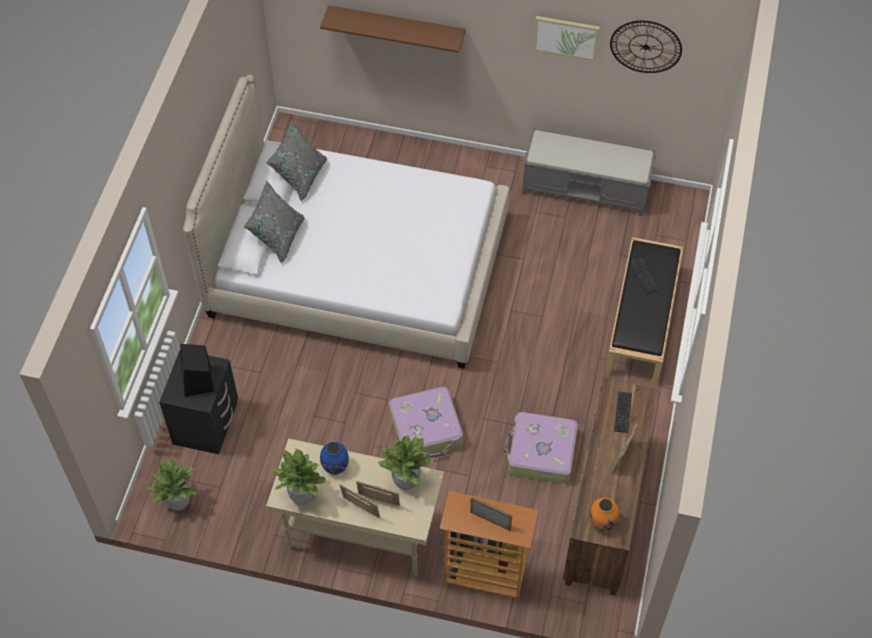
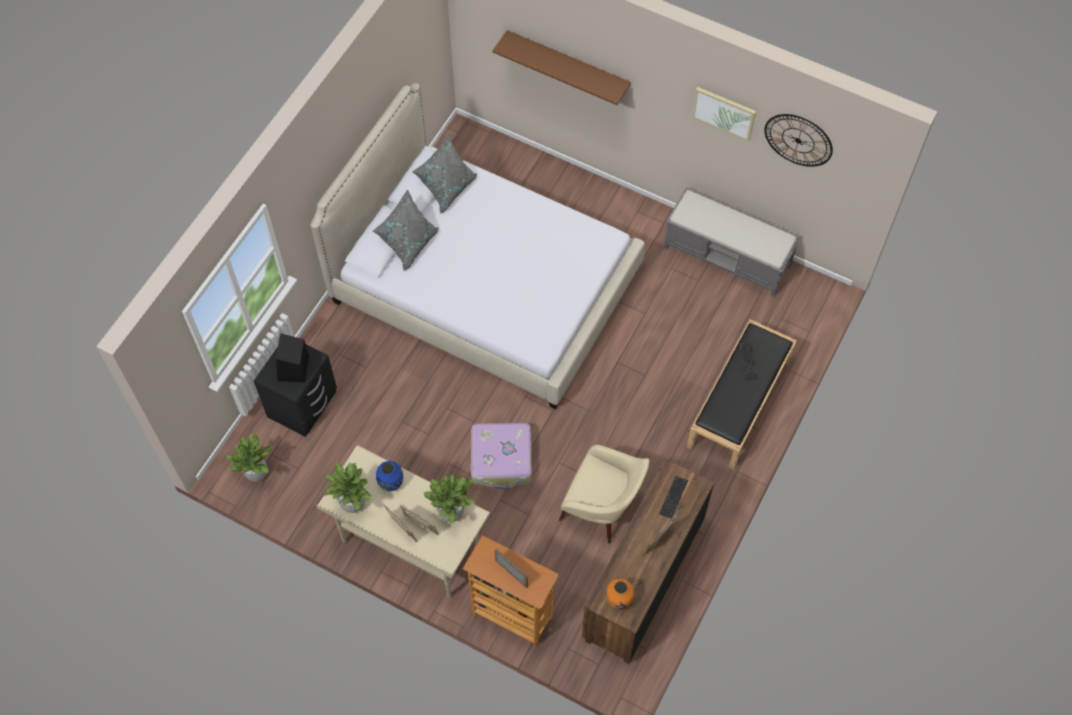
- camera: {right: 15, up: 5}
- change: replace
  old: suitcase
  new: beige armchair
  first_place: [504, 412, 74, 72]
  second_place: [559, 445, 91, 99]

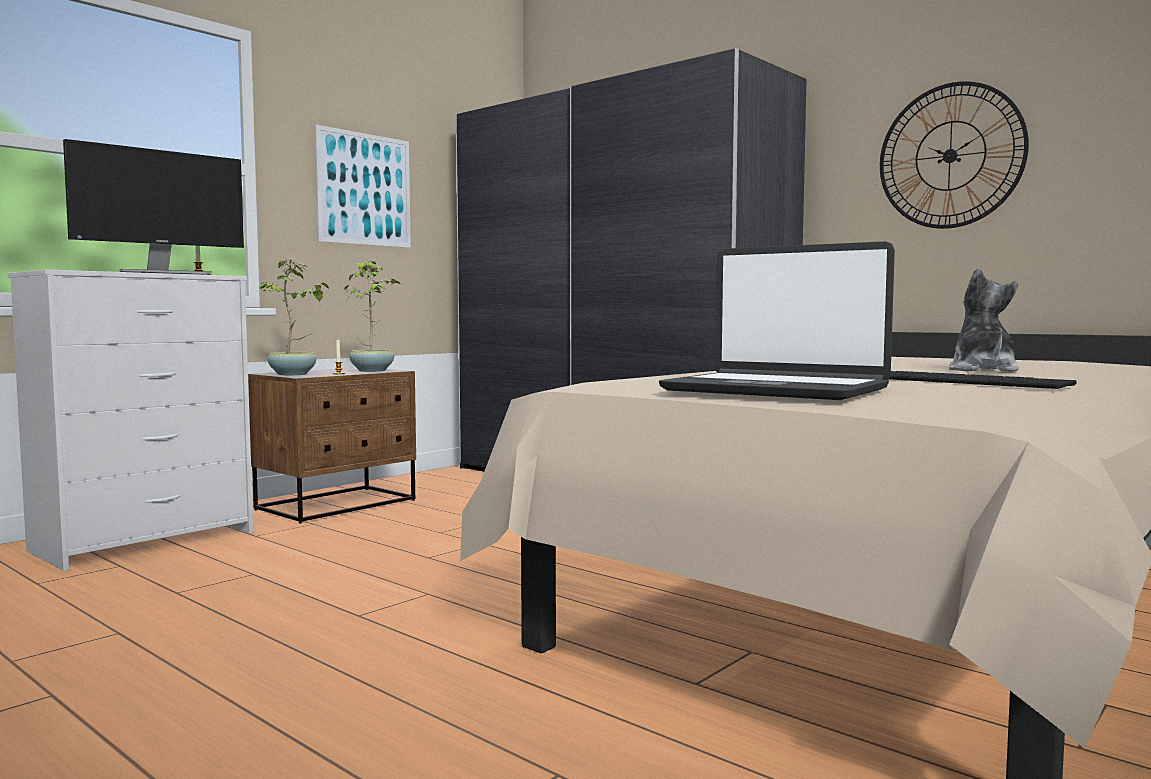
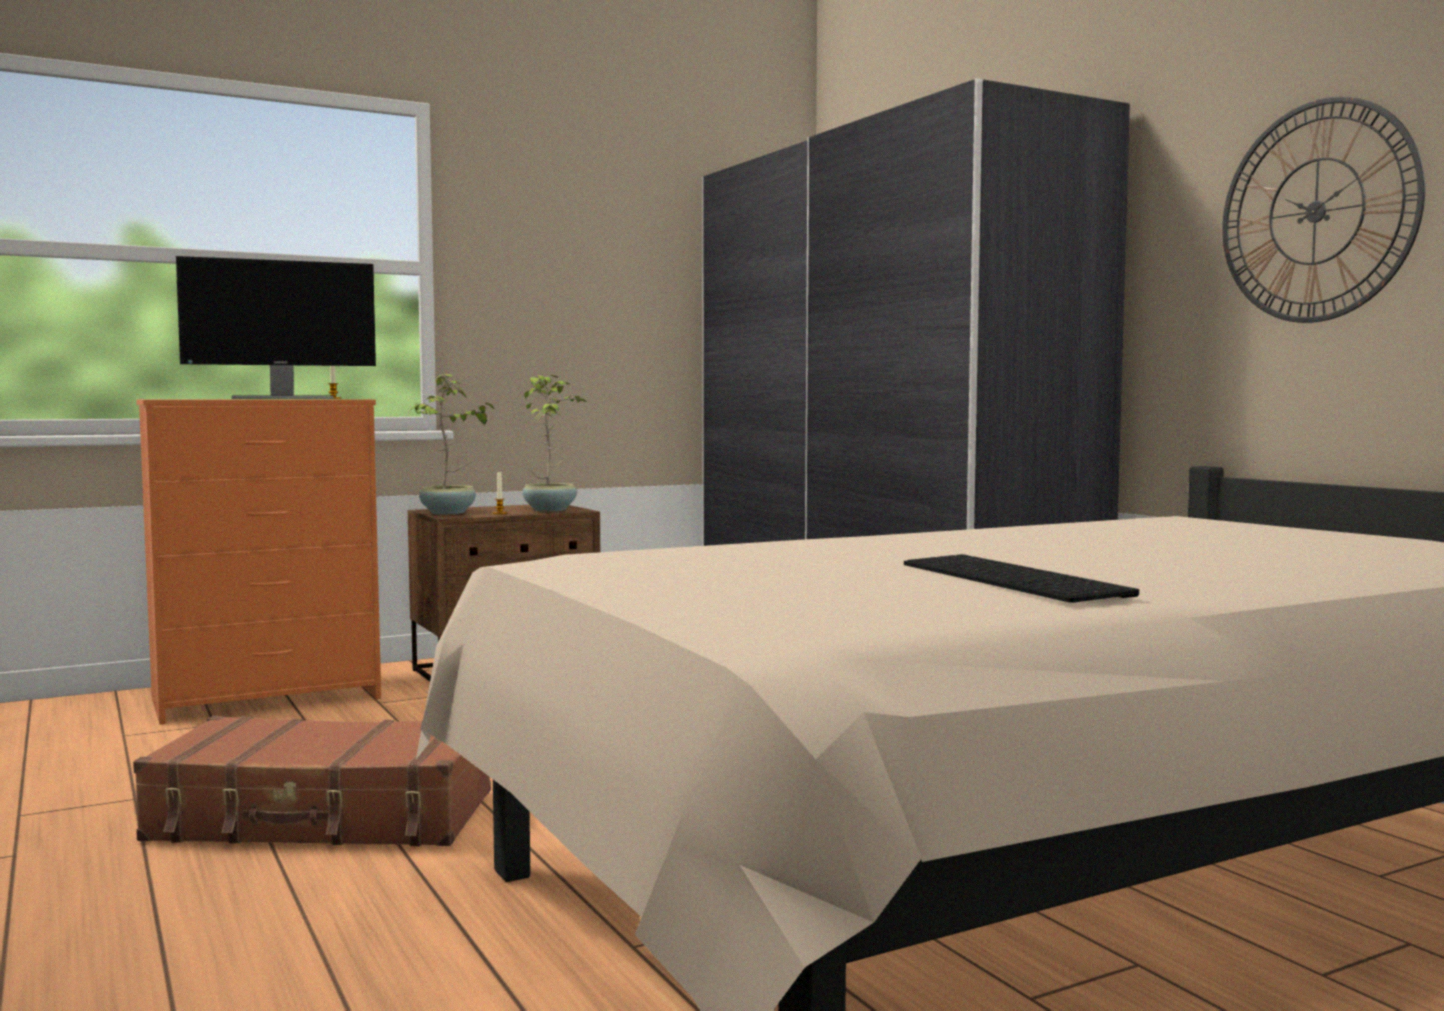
- camera: {right: 20, up: 0}
- change: recolor
  old: white dresser
  new: orange dresser
  first_place: [8, 269, 245, 302]
  second_place: [137, 400, 244, 325]
- change: delete
  old: picture
  first_place: [315, 125, 96, 123]
- change: delete
  old: laptop
  first_place: [659, 241, 236, 159]
- change: delete
  old: plush toy
  first_place: [949, 268, 70, 104]
- change: insert
  new: brown suitcase
  second_place: [133, 716, 358, 130]

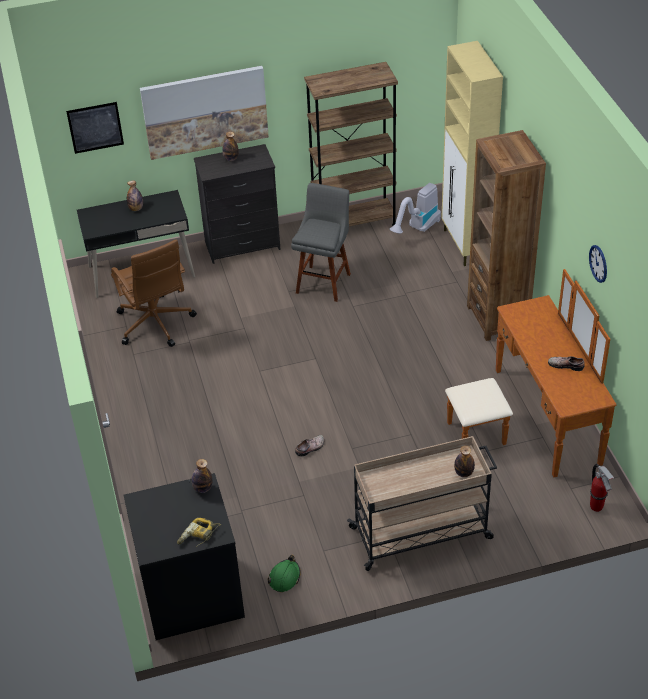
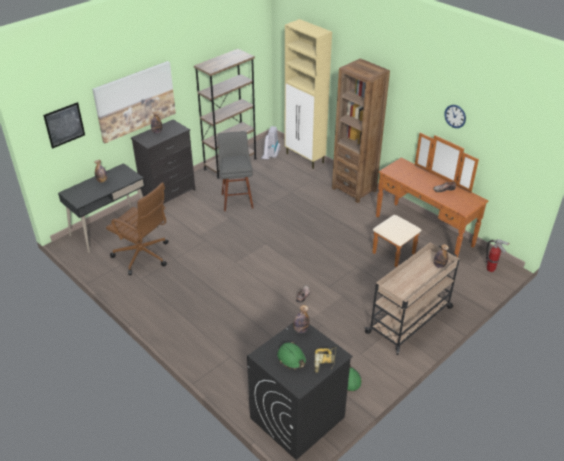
- camera: {right: -30, up: -5}
- change: insert
  new: green hard hat
  second_place: [277, 342, 30, 27]

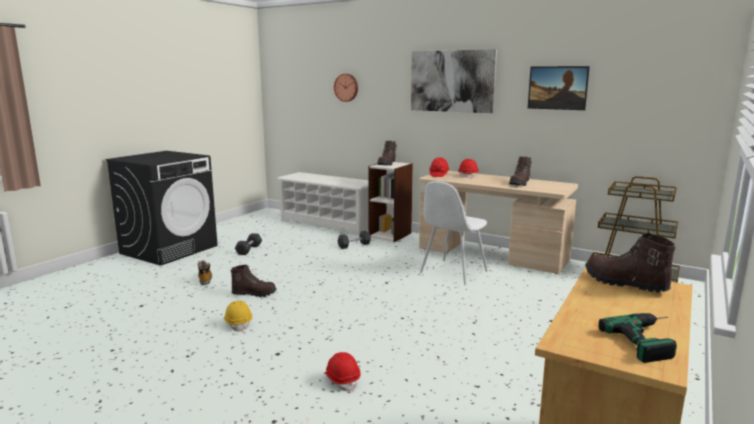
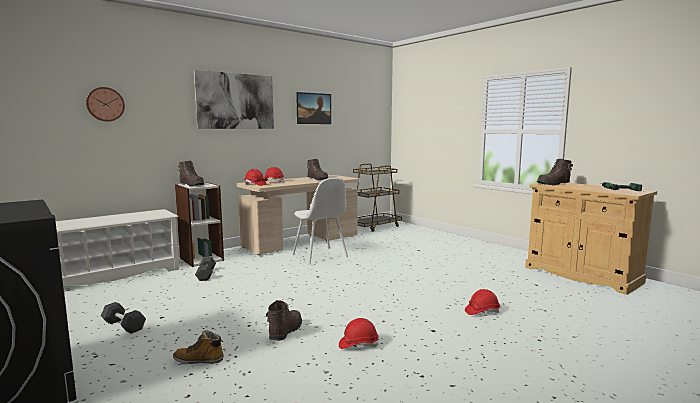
- camera: {right: -70, up: -5}
- change: recolor
  old: yellow hard hat
  new: red hard hat
  first_place: [224, 301, 28, 31]
  second_place: [339, 318, 40, 31]

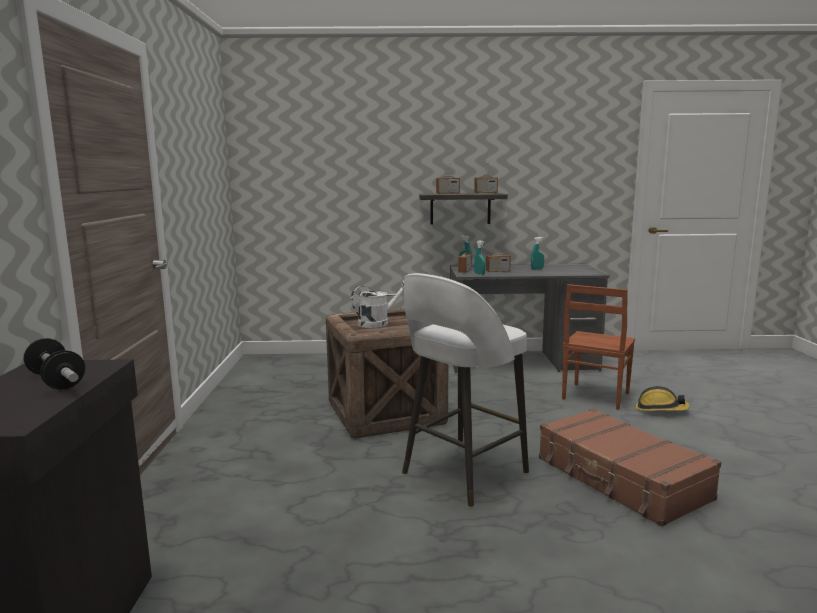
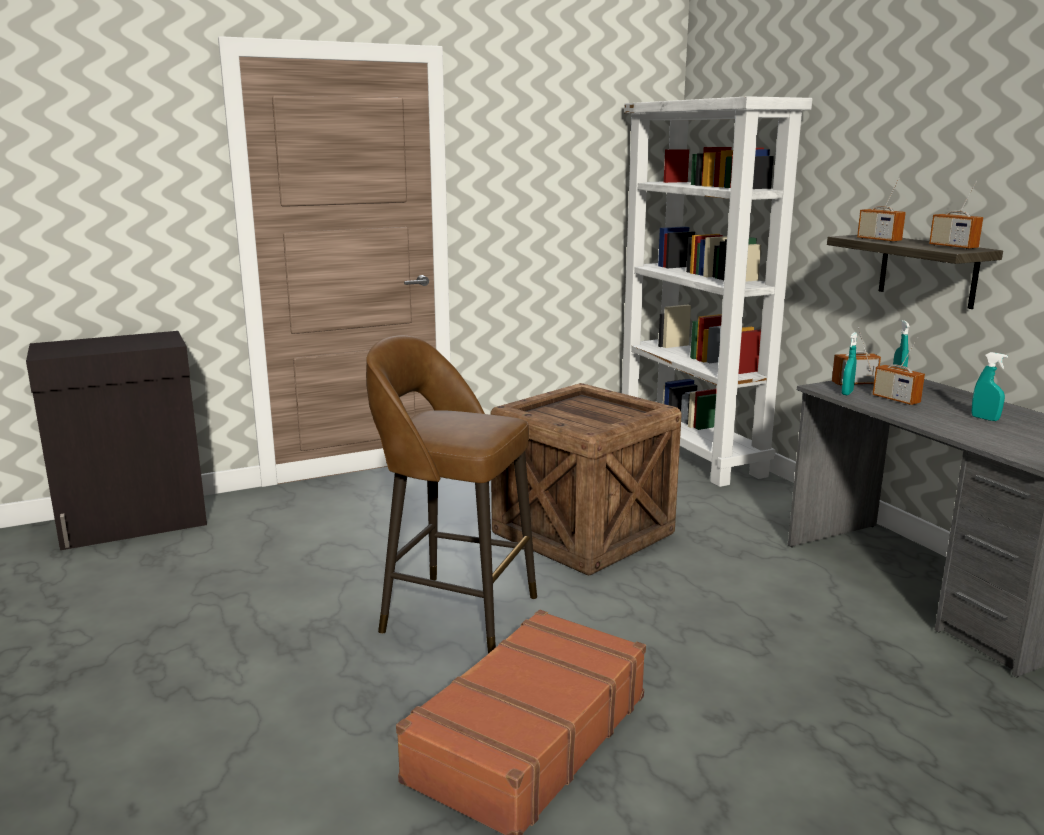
- camera: {right: 65, up: 5}
- change: delete
  old: dumbbell
  first_place: [24, 338, 61, 52]
- change: delete
  old: white watering can
  first_place: [351, 280, 53, 48]
- change: recolor
  old: white stool
  new: brown stool
  first_place: [402, 273, 127, 234]
  second_place: [366, 336, 171, 318]
- change: delete
  old: brown chair
  first_place: [562, 284, 73, 126]
- change: delete
  old: hard hat
  first_place: [636, 386, 54, 25]
- change: insert
  new: white bookcase
  second_place: [622, 96, 191, 391]

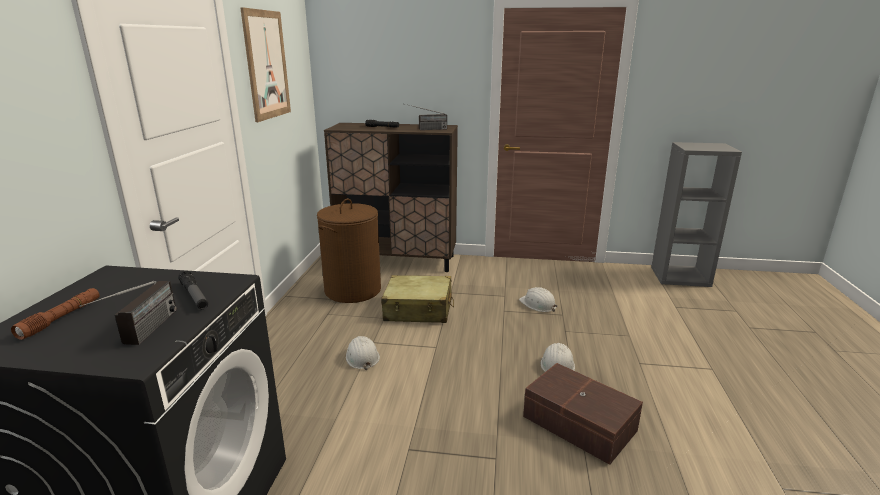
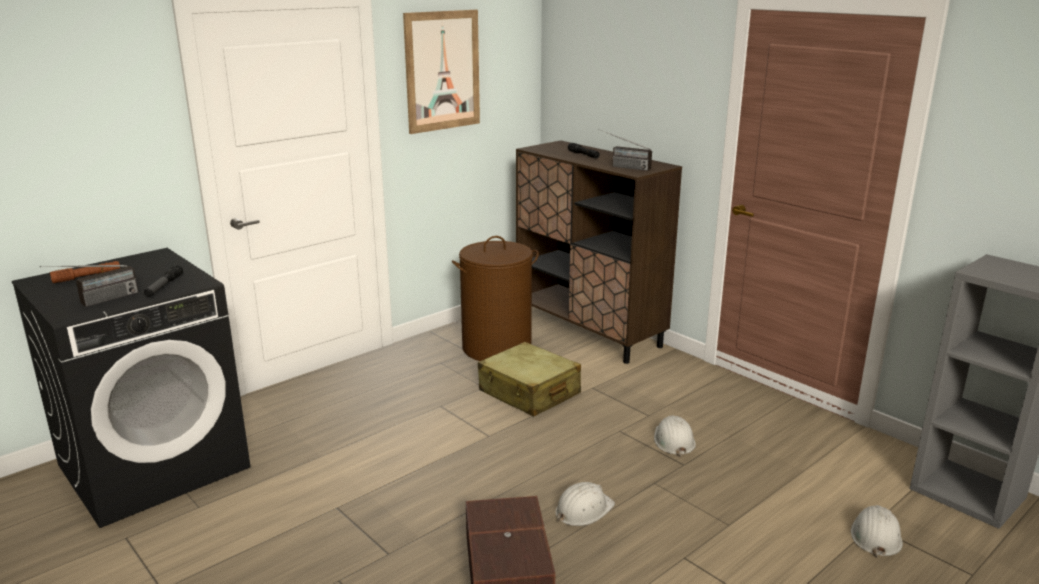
- camera: {right: 40, up: 0}
- change: move
  old: white hard hat
  first_place: [346, 336, 34, 34]
  second_place: [851, 505, 52, 53]

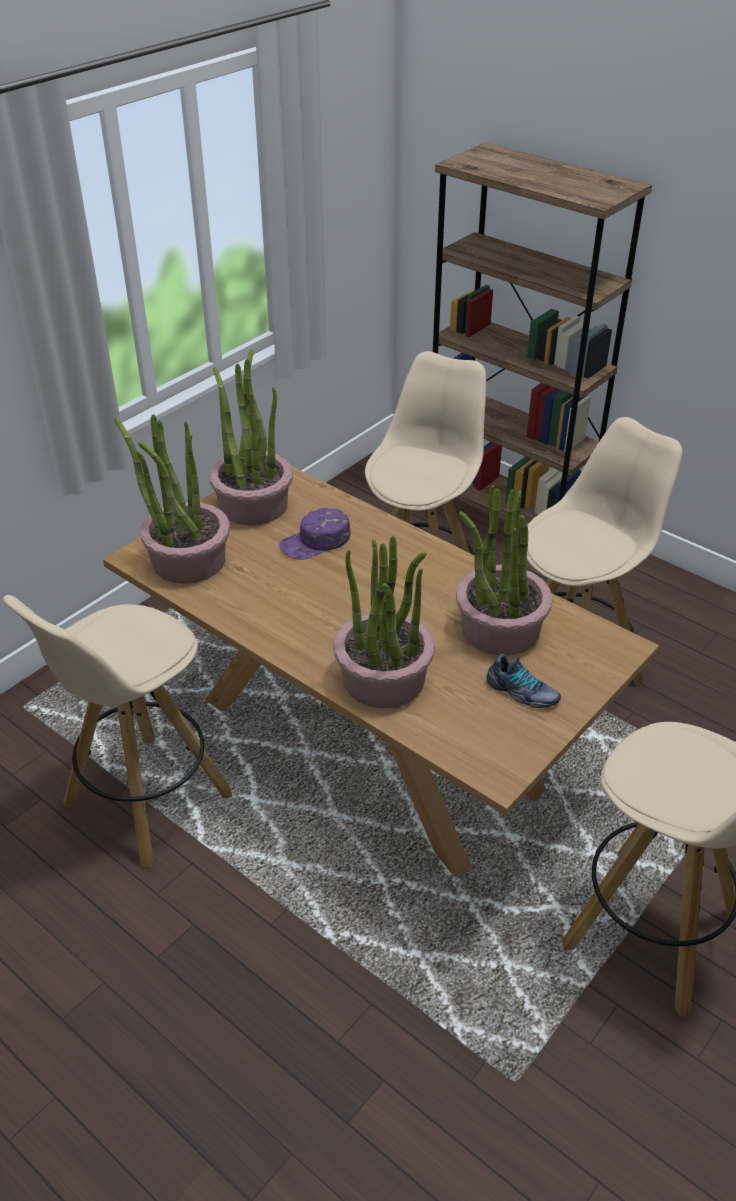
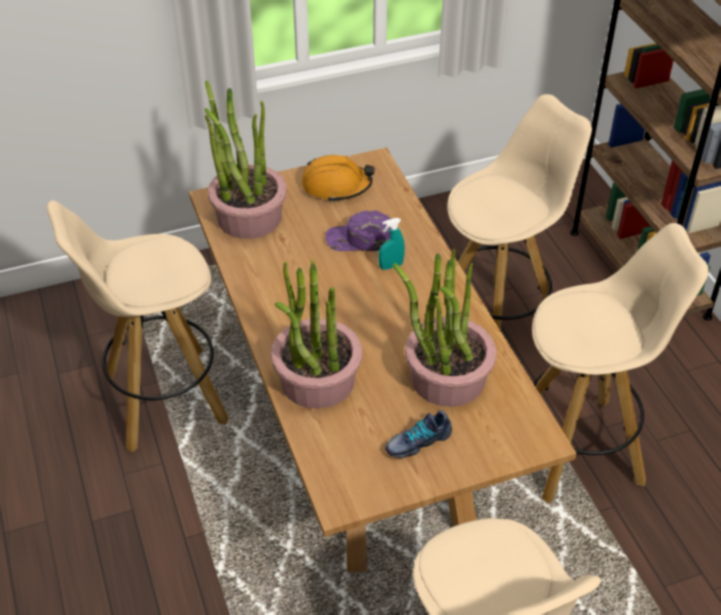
- camera: {right: 30, up: 5}
- change: replace
  old: potted plant
  new: orange hard hat
  first_place: [209, 349, 84, 176]
  second_place: [302, 155, 73, 47]
- change: rotate
  old: shoe
  first_place: [486, 654, 75, 54]
  second_place: [386, 410, 66, 48]
  degrees: 90
- change: insert
  new: turquoise spray bottle
  second_place: [379, 218, 26, 52]

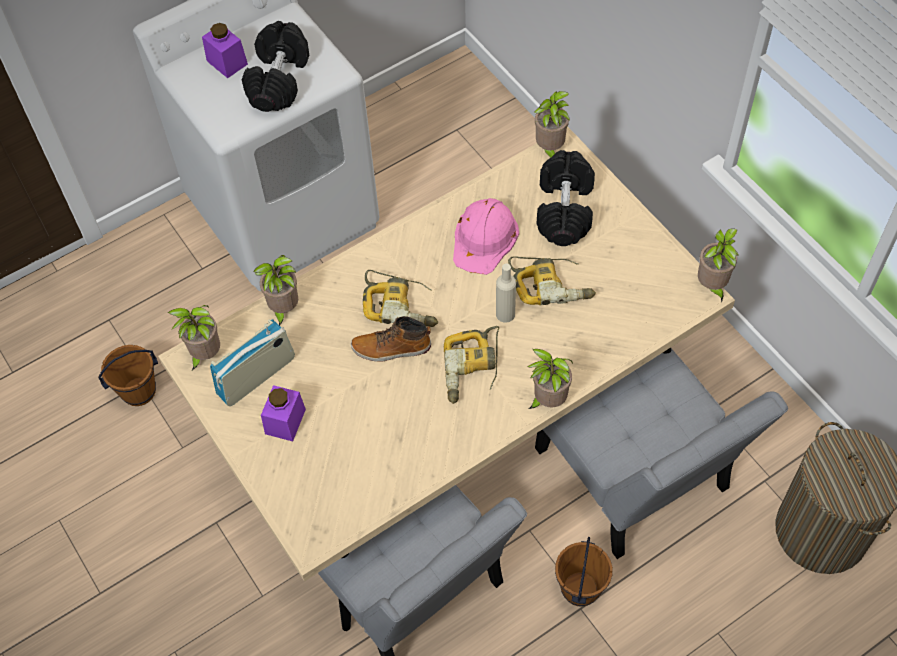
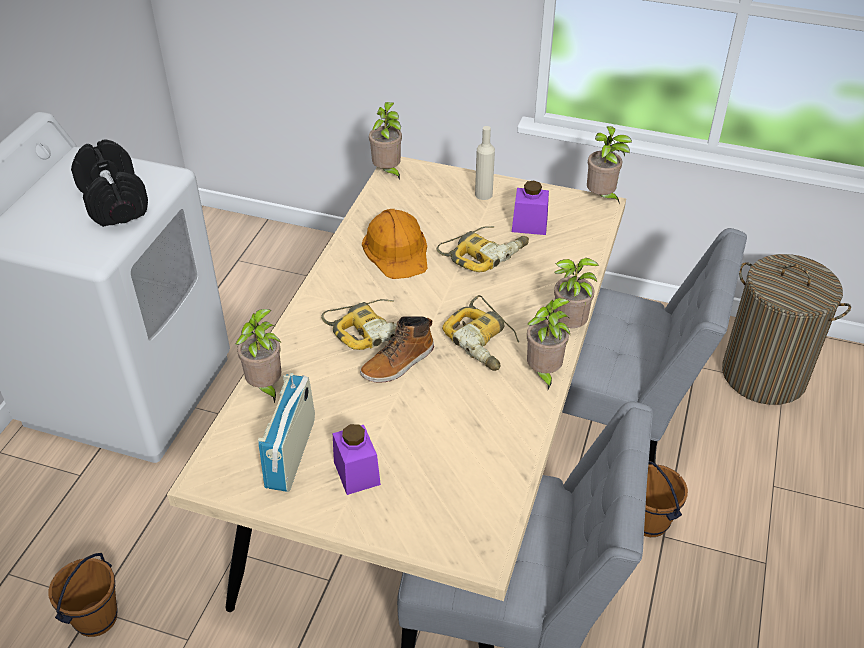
- camera: {right: -40, up: -15}
- change: move
  old: potted plant
  first_place: [168, 305, 52, 65]
  second_place: [527, 298, 43, 92]
- change: move
  old: purple jar
  first_place: [202, 23, 46, 55]
  second_place: [512, 181, 37, 54]
- change: recolor
  old: pink hard hat
  new: orange hard hat
  first_place: [453, 198, 66, 77]
  second_place: [362, 209, 66, 70]
- change: move
  old: beige bottle
  first_place: [496, 264, 20, 59]
  second_place: [475, 126, 20, 74]
- change: delete
  old: black dumbbell
  first_place: [537, 150, 58, 96]

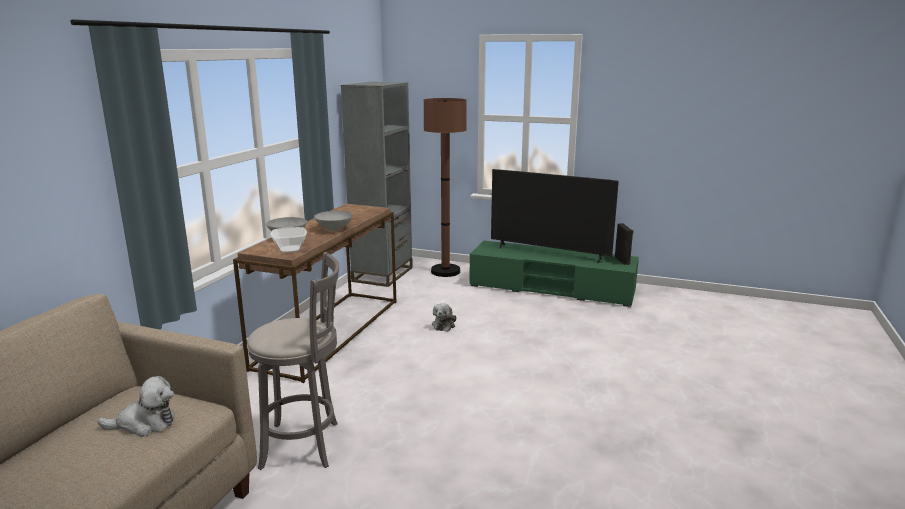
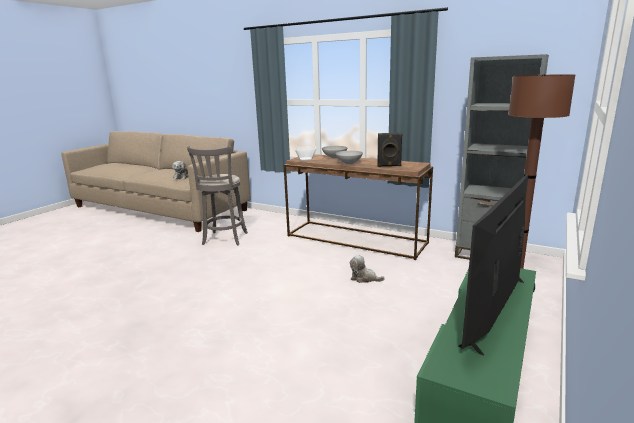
- camera: {right: 100, up: 0}
- change: move
  old: black speaker
  first_place: [615, 223, 19, 42]
  second_place: [377, 133, 26, 34]

